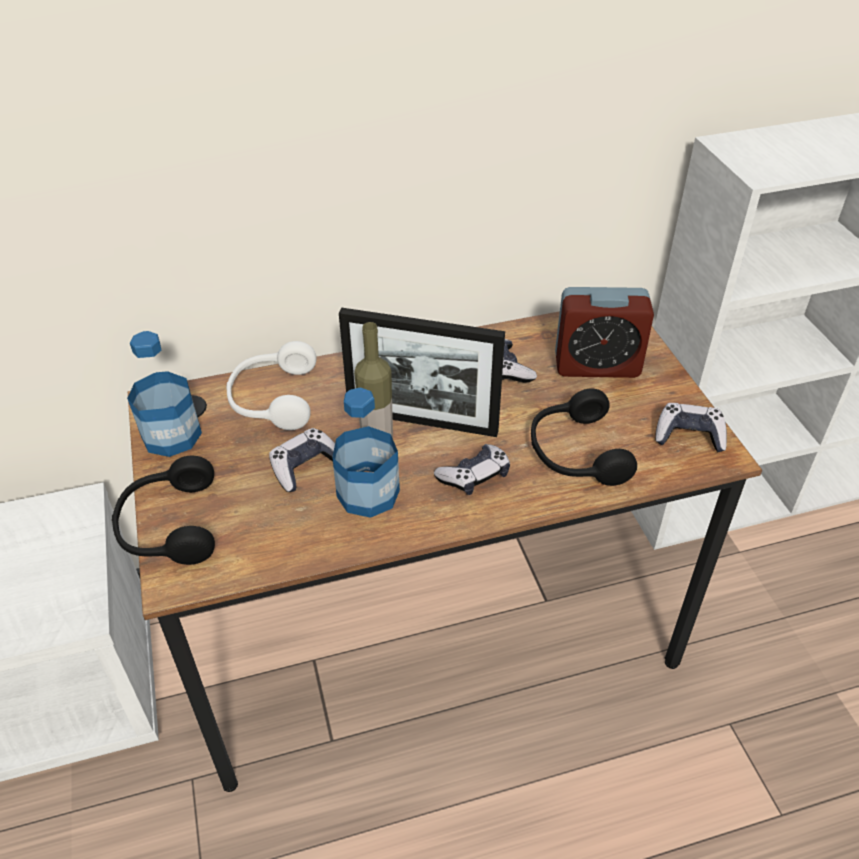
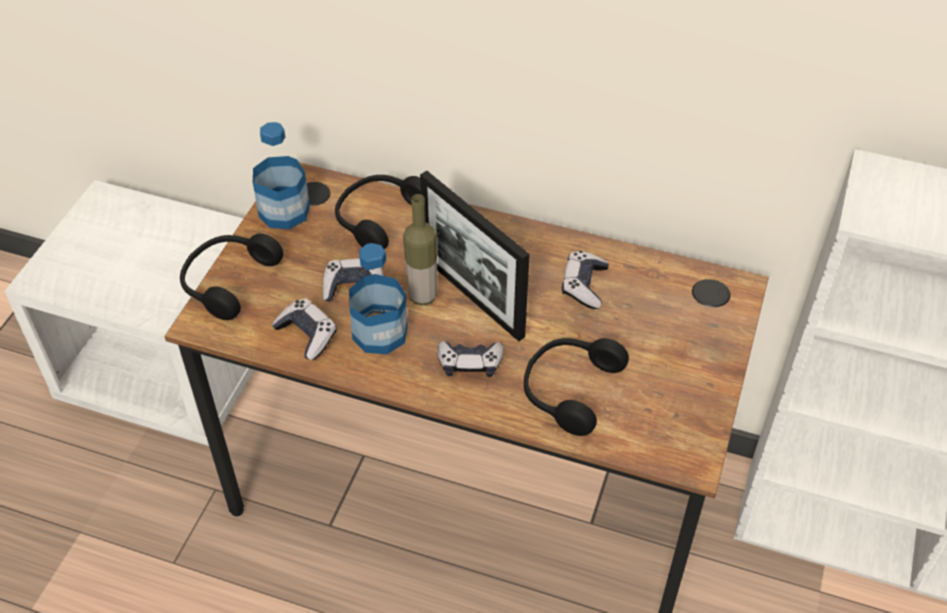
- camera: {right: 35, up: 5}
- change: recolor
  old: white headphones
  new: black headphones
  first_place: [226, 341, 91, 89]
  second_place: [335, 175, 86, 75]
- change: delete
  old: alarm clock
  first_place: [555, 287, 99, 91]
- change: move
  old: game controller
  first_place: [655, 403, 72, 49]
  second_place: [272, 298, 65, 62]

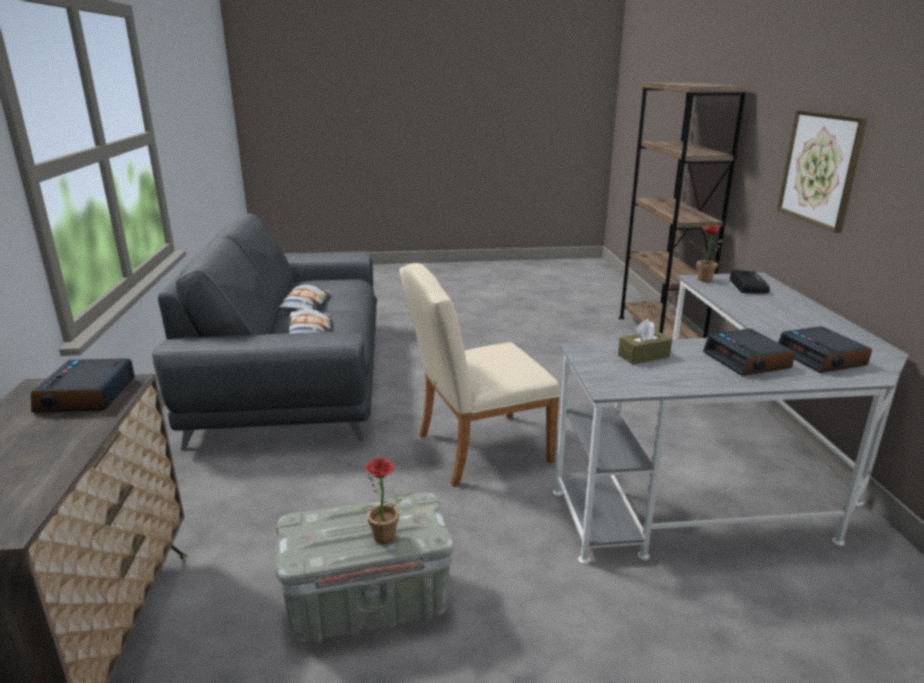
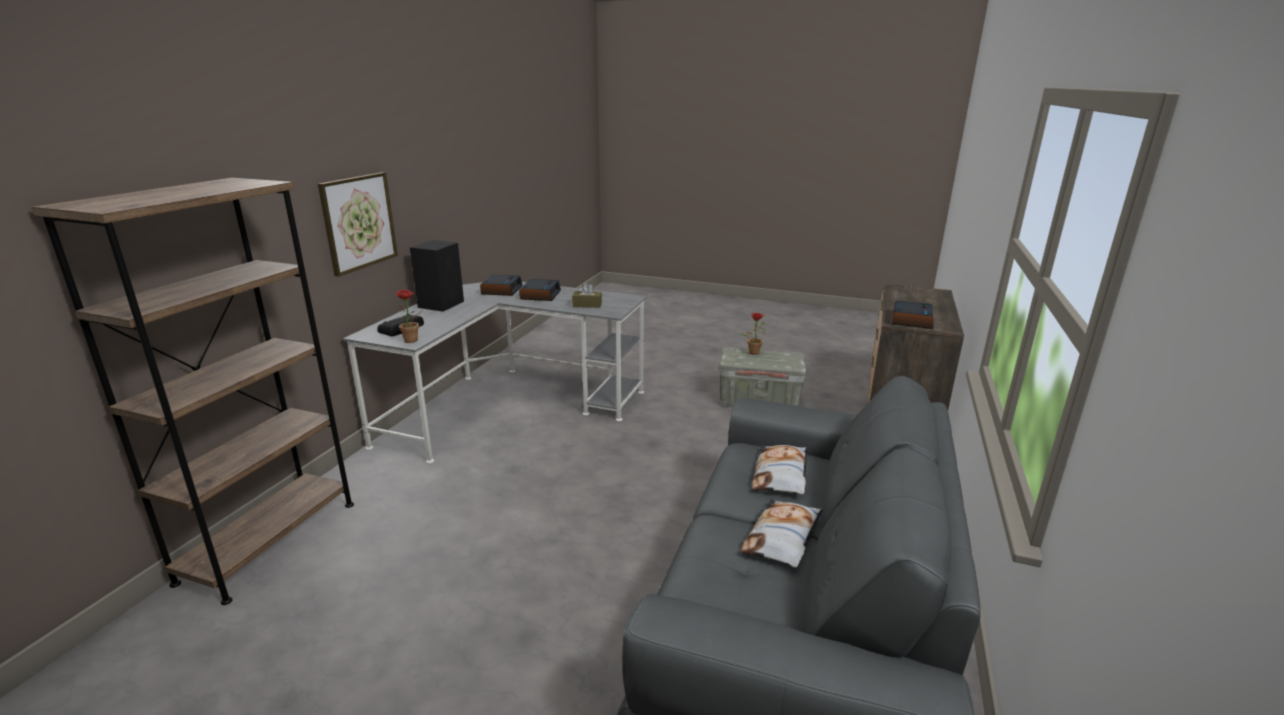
- camera: {right: -155, up: 0}
- change: delete
  old: beige chair
  first_place: [399, 263, 161, 223]
- change: insert
  new: black speaker
  second_place: [410, 240, 54, 72]

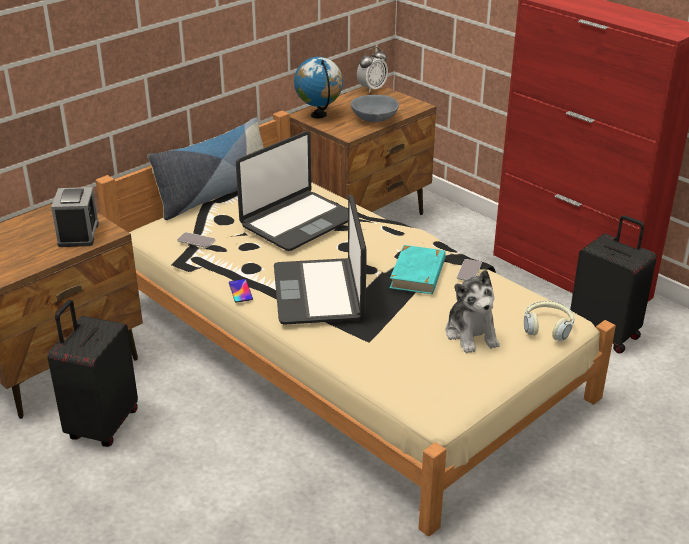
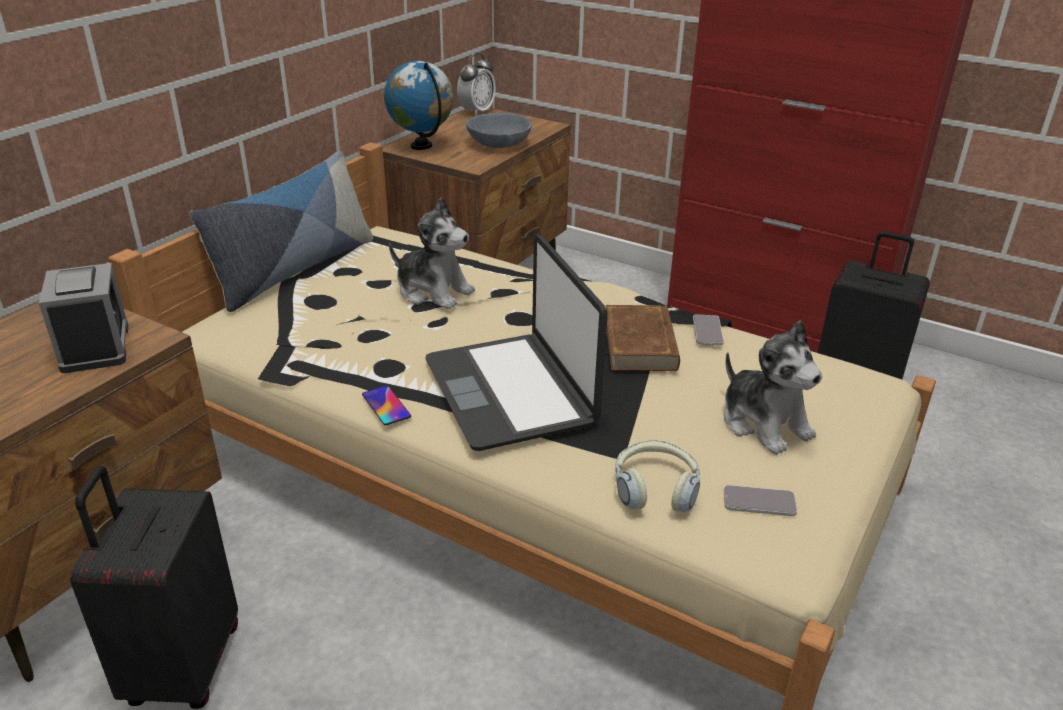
- camera: {right: -15, up: 0}
- change: move
  old: phone
  first_place: [177, 232, 38, 16]
  second_place: [724, 485, 73, 31]
- change: replace
  old: laptop
  new: plush toy
  first_place: [236, 131, 112, 120]
  second_place: [389, 197, 86, 112]
- change: recolor
  old: turquoise book
  new: brown book
  first_place: [390, 245, 56, 49]
  second_place: [606, 305, 74, 66]
- change: move
  old: headphones
  first_place: [524, 301, 51, 40]
  second_place: [615, 440, 85, 72]

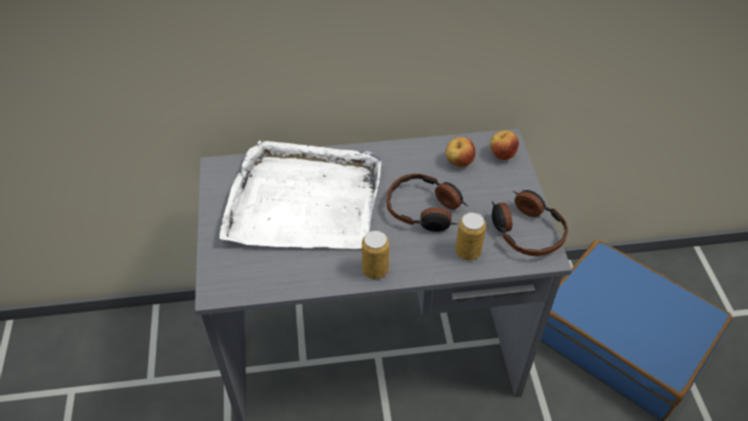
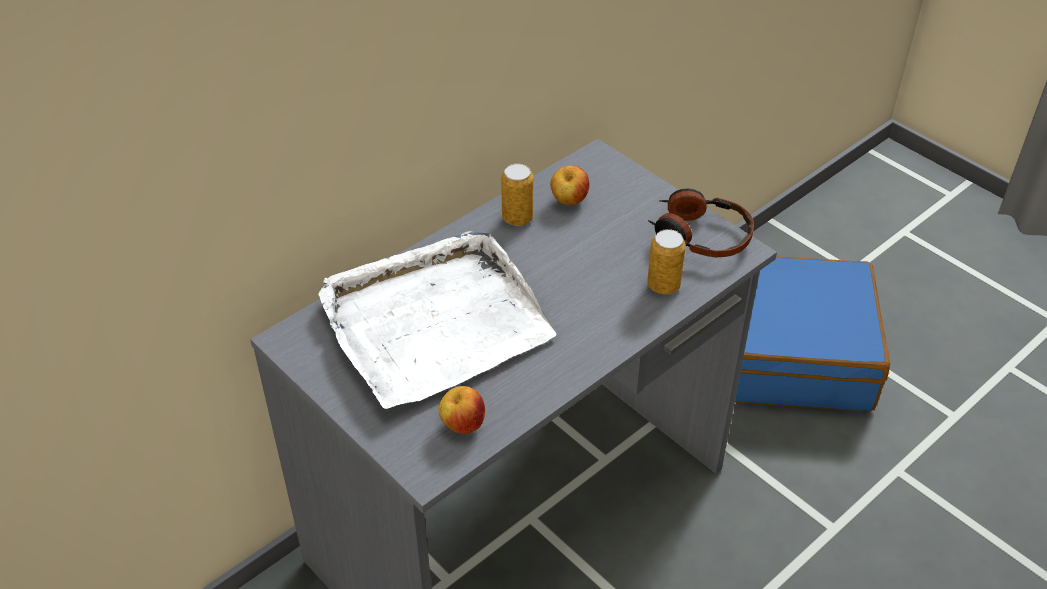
- camera: {right: -35, up: -5}
- change: move
  old: can
  first_place: [362, 230, 27, 49]
  second_place: [501, 163, 33, 63]
- change: delete
  old: headphones
  first_place: [386, 174, 82, 58]
- change: move
  old: apple
  first_place: [490, 130, 29, 30]
  second_place: [438, 386, 47, 48]

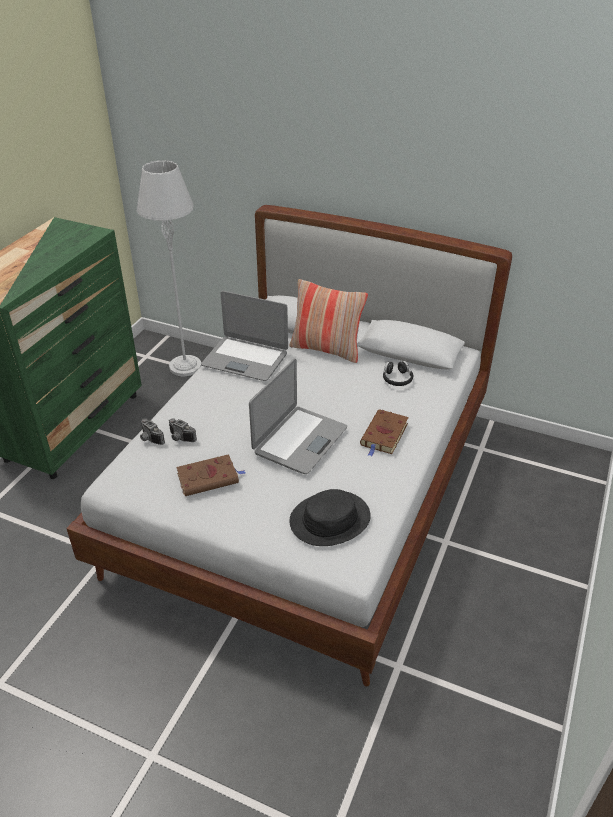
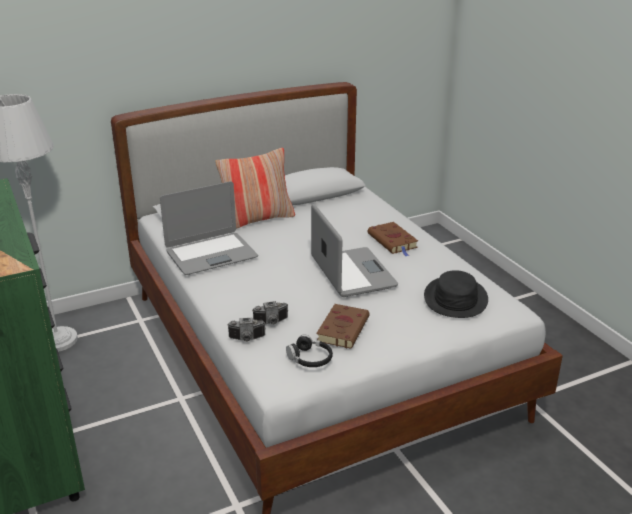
- camera: {right: -50, up: -10}
- change: move
  old: black headphones
  first_place: [383, 361, 30, 25]
  second_place: [286, 334, 47, 33]

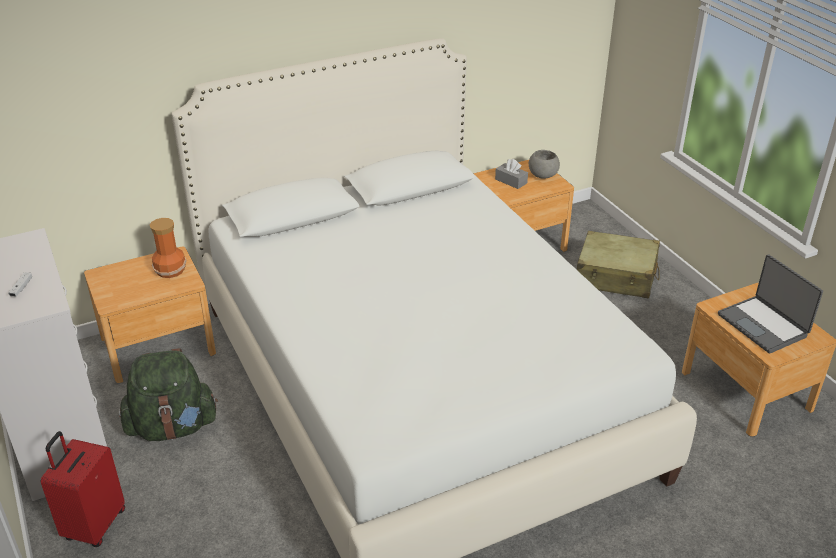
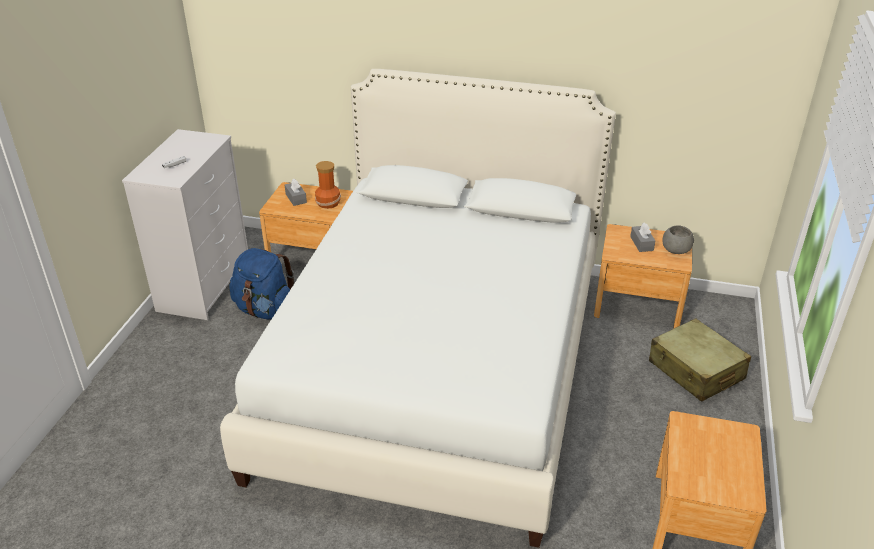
- camera: {right: 40, up: 0}
- change: delete
  old: red suitcase
  first_place: [41, 431, 84, 116]
- change: recolor
  old: green backpack
  new: blue backpack
  first_place: [119, 348, 99, 93]
  second_place: [229, 248, 65, 71]
- change: delete
  old: laptop
  first_place: [718, 254, 105, 100]
- change: insert
  new: grey tissue box
  second_place: [285, 179, 22, 27]

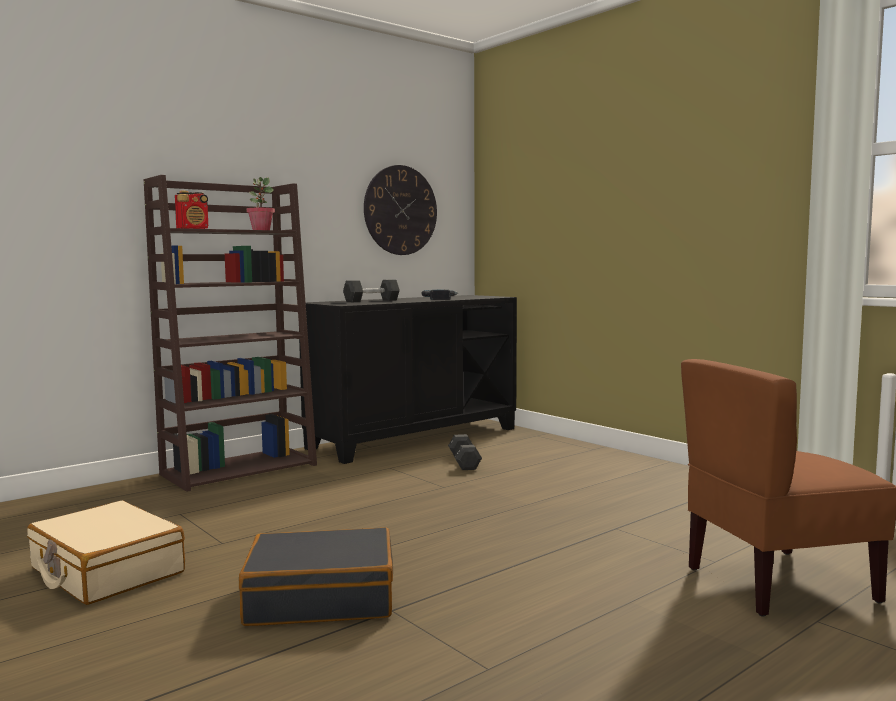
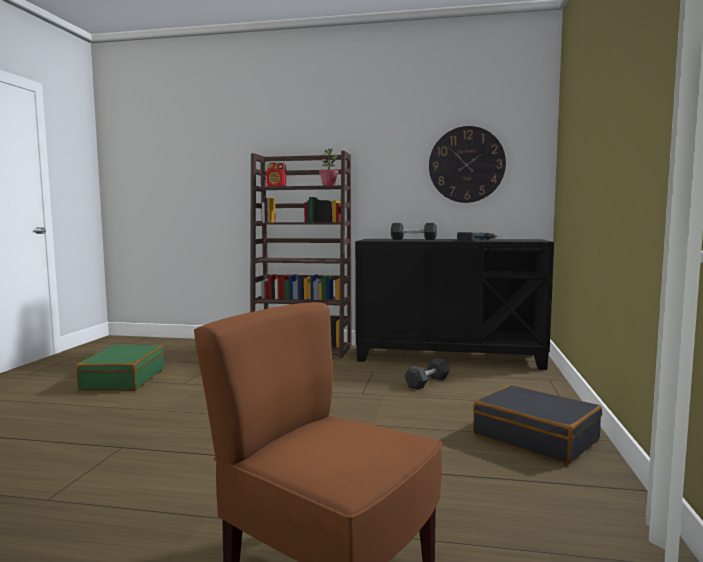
- camera: {right: 50, up: 0}
- change: recolor
  old: beige suitcase
  new: green suitcase
  first_place: [27, 500, 158, 105]
  second_place: [76, 345, 88, 46]
- change: move
  old: black suitcase
  first_place: [239, 527, 154, 99]
  second_place: [473, 385, 129, 79]

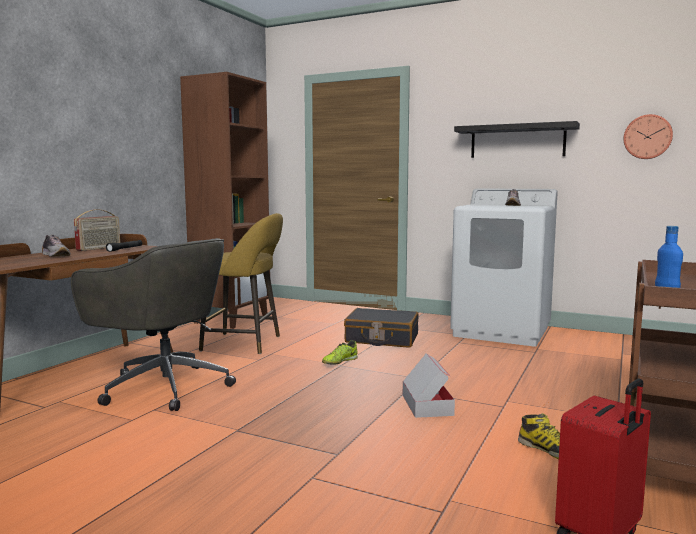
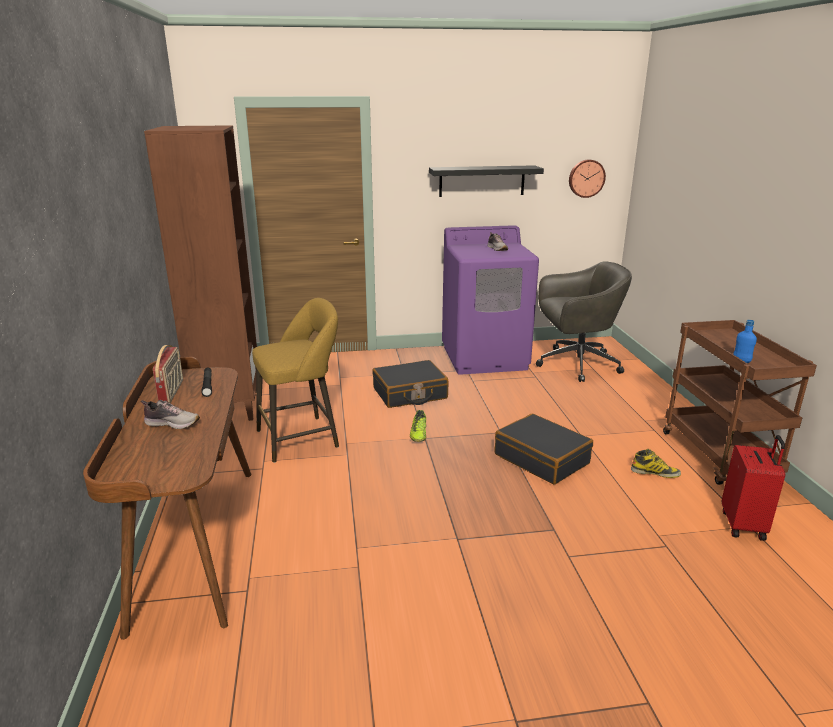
- camera: {right: -35, up: 15}
- change: move
  old: grey office chair
  first_place: [71, 238, 165, 173]
  second_place: [536, 262, 96, 120]
- change: replace
  old: cardboard box
  new: black suitcase
  first_place: [403, 353, 52, 65]
  second_place: [495, 414, 98, 70]
- change: recolor
  old: white washing machine
  new: purple washing machine
  first_place: [450, 188, 108, 158]
  second_place: [442, 225, 97, 150]

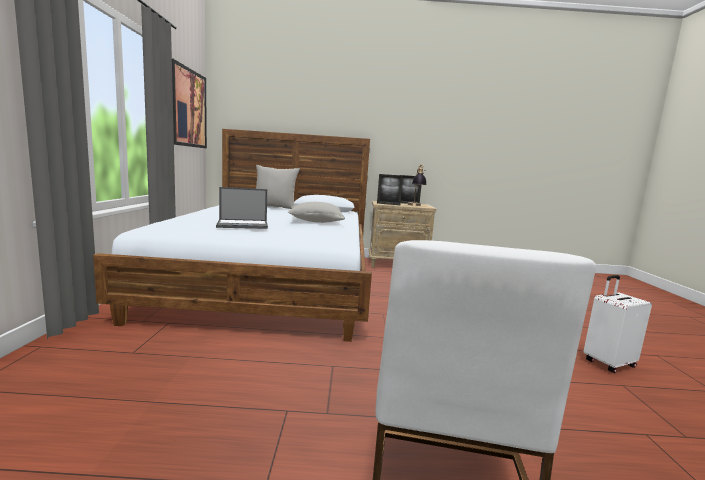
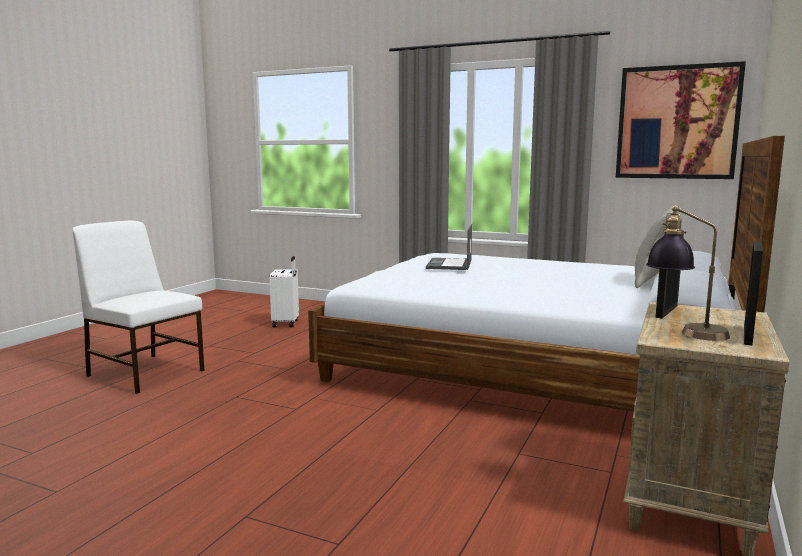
- camera: {right: 115, up: 0}
- change: delete
  old: grey pillow
  first_place: [288, 202, 57, 21]
- change: move
  old: white suitcase
  first_place: [584, 275, 68, 98]
  second_place: [269, 256, 30, 71]

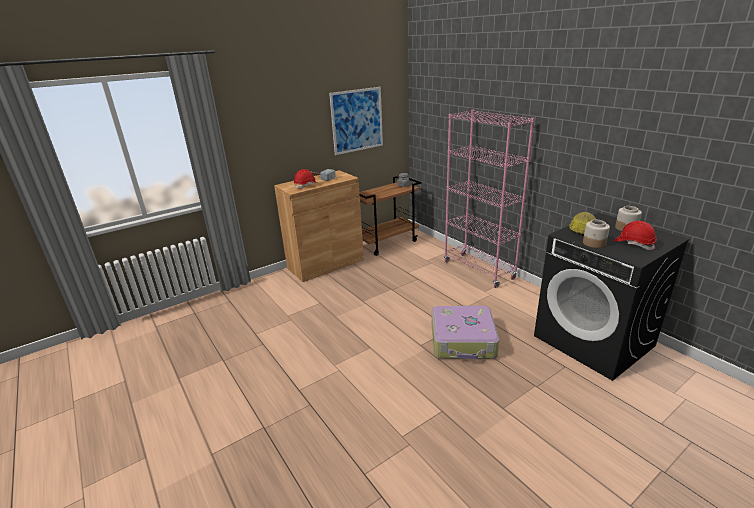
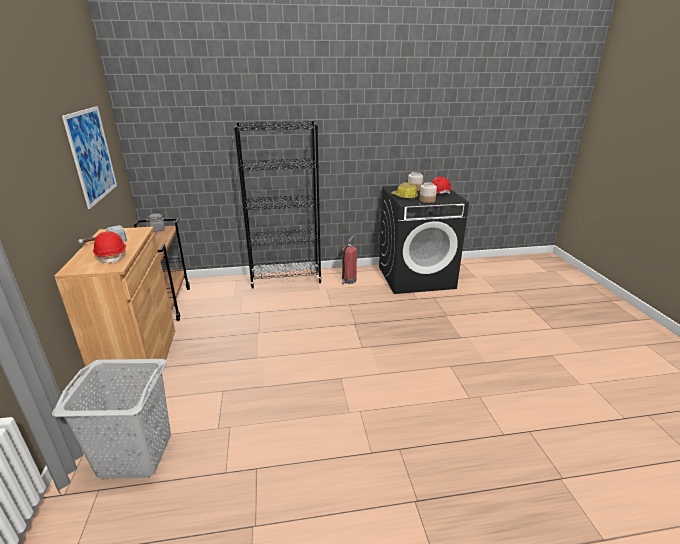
- camera: {right: -65, up: 0}
- change: delete
  old: suitcase
  first_place: [432, 306, 67, 53]
- change: recolor
  old: pink bookcase
  new: black bookcase
  first_place: [444, 110, 90, 178]
  second_place: [234, 121, 88, 167]
- change: insert
  new: grey laundry basket
  second_place: [52, 359, 119, 120]
- change: insert
  new: fire extinguisher
  second_place: [342, 235, 15, 50]

